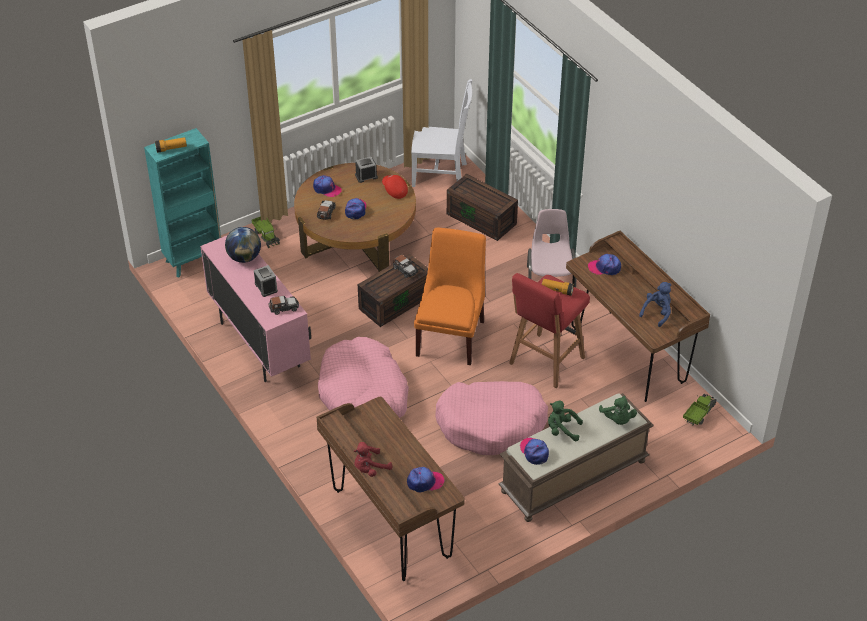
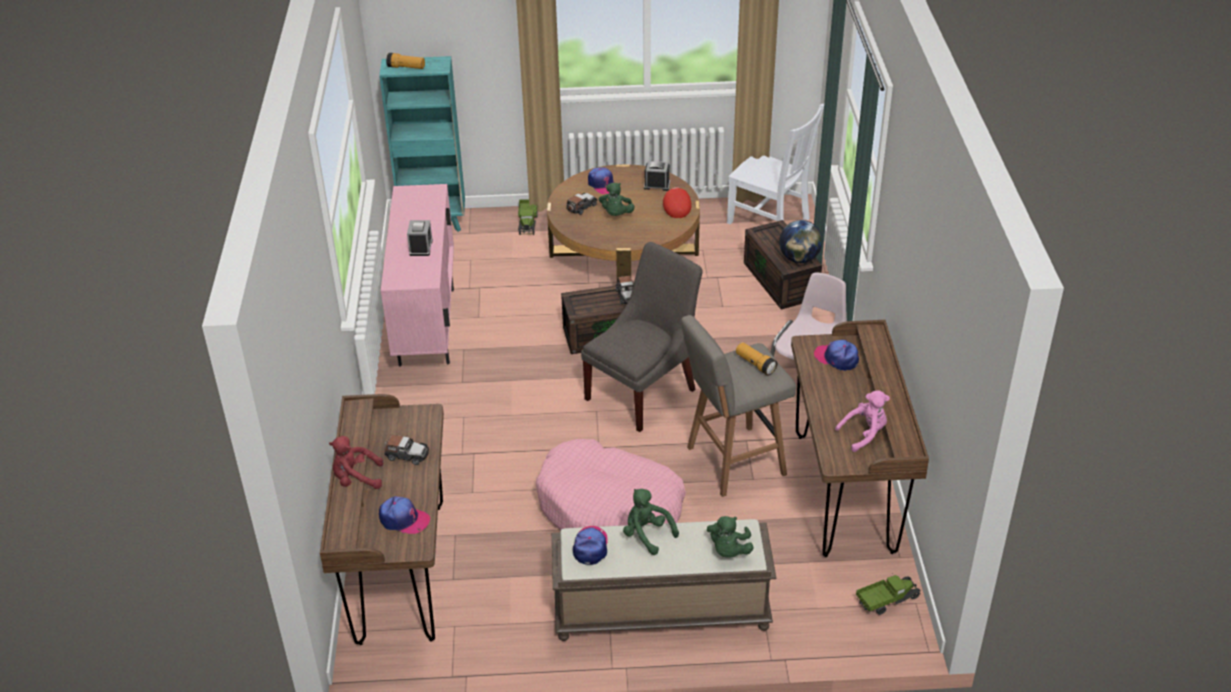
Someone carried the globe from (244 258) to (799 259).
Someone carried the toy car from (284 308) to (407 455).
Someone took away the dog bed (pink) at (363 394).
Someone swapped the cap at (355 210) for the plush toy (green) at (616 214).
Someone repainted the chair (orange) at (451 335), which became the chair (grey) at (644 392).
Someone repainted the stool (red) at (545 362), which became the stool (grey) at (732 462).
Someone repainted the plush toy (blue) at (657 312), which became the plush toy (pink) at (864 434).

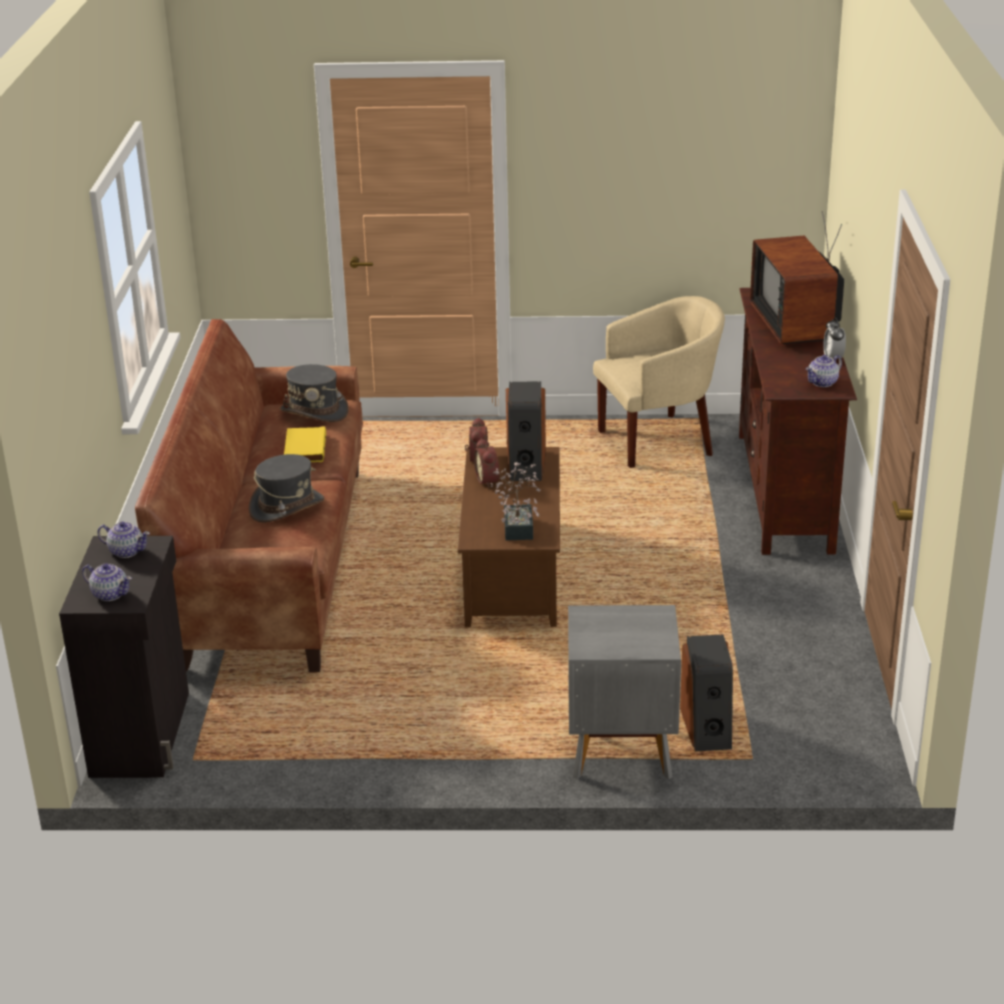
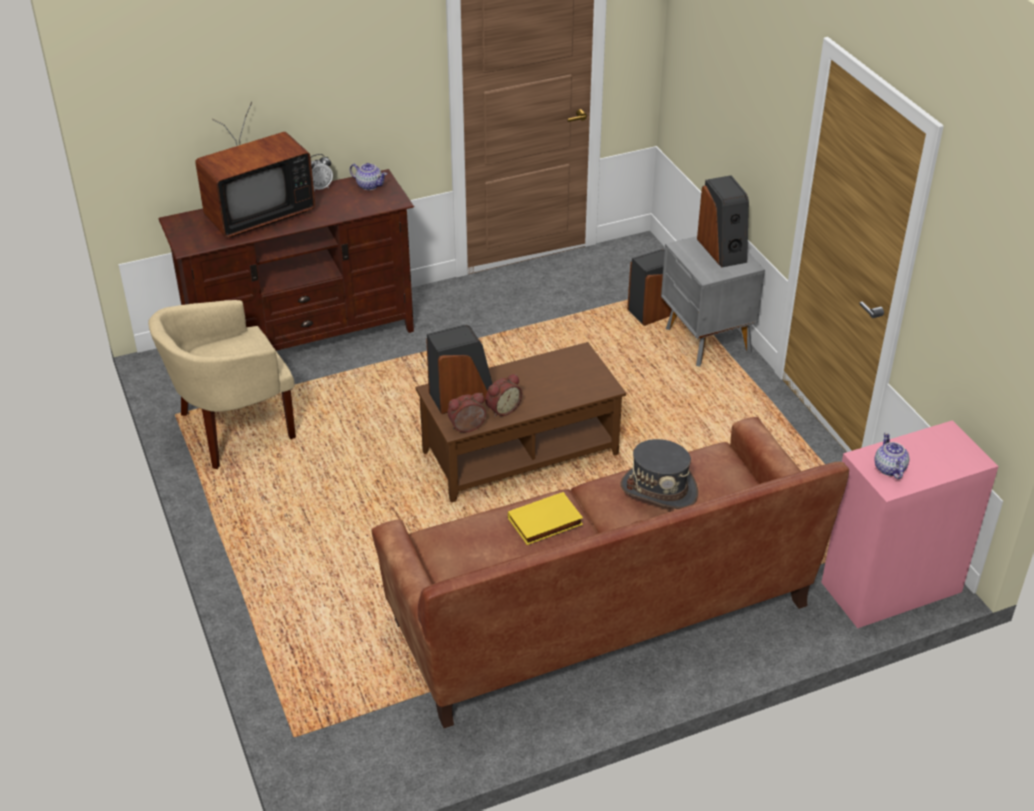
Someone repainted the cabinet (black) at (143 733), which became the cabinet (pink) at (889 586).
Someone took away the teapot at (110 594).
Someone took away the hat (grey) at (314 411).
Someone took away the potted plant at (519 525).
Someone rotated the armchair (beige) at (659 441) by 75 degrees counterclockwise.
Someone put down the speaker at (723 250).

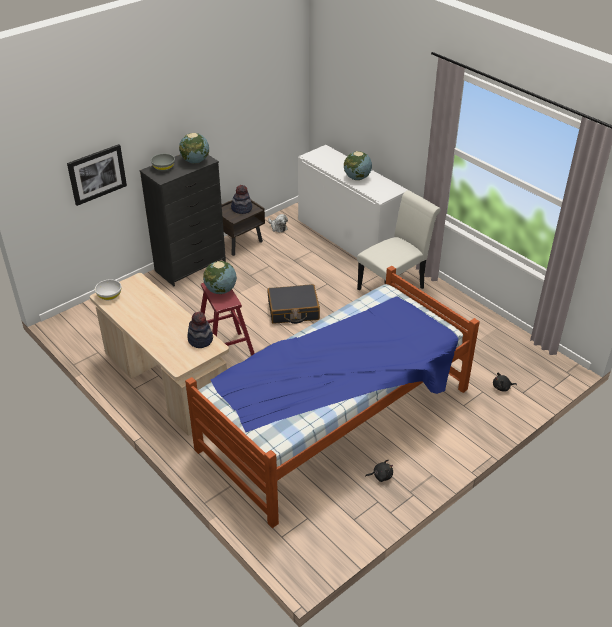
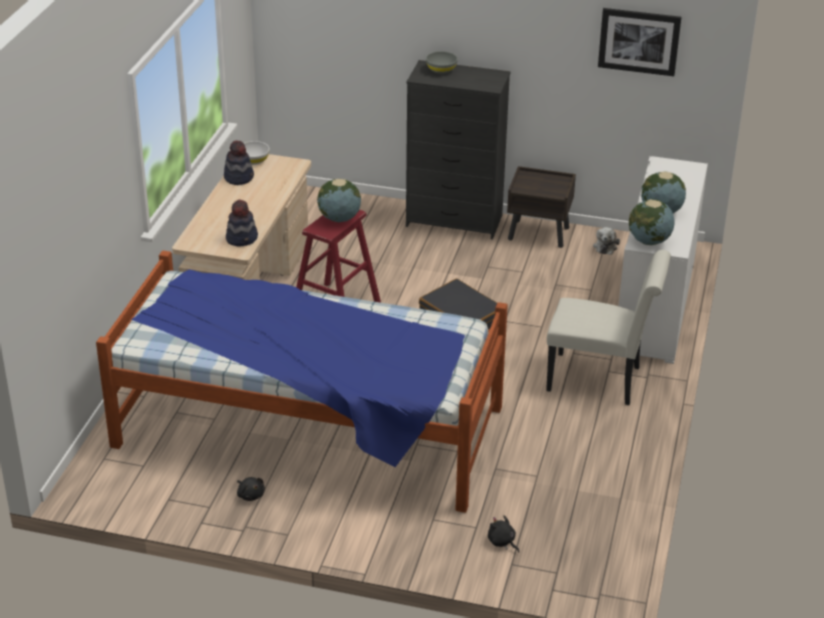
Someone carried the picture from (97 174) to (639 41).
Someone carried the globe from (195 161) to (649 241).
Someone carried the hat from (241 208) to (239 177).

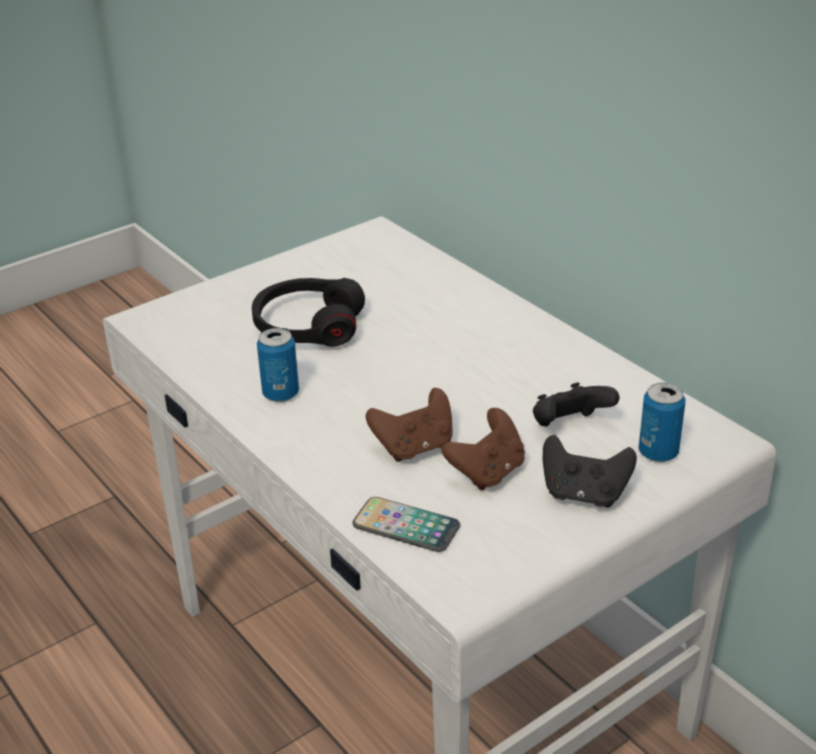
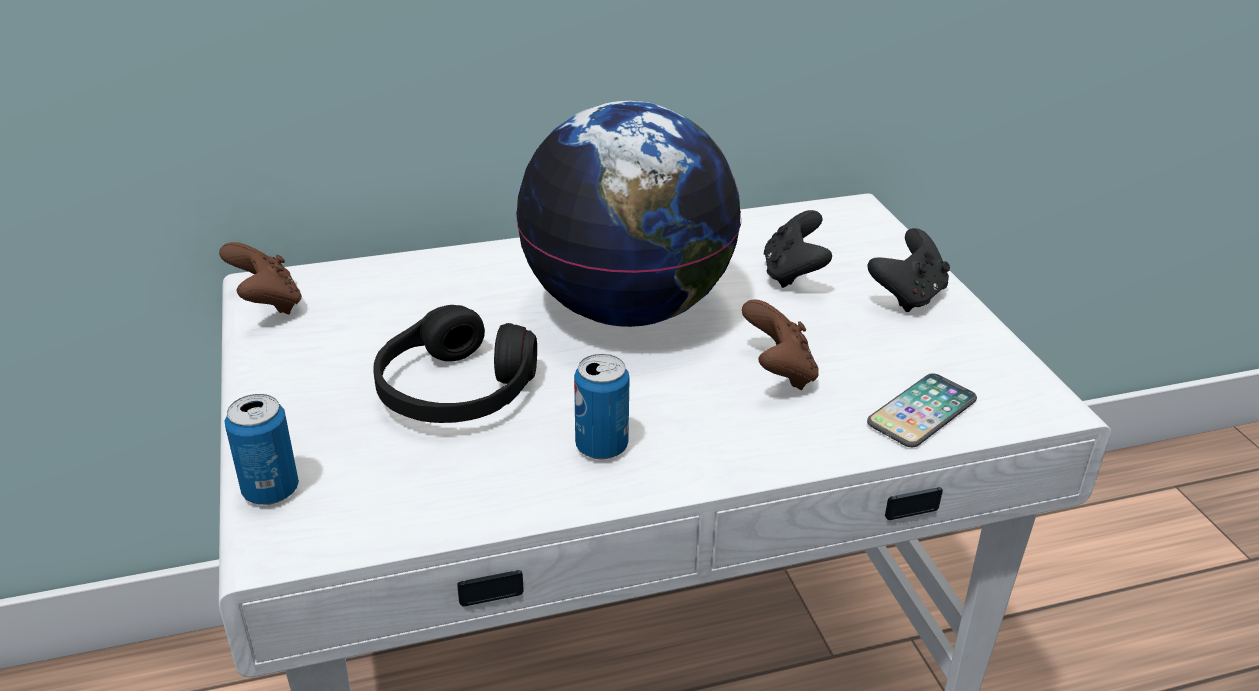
Someone carried the game controller (brown) from (487 472) to (267 304).
Someone carried the can from (658 452) to (271 490).
Someone put down the globe at (628 309).

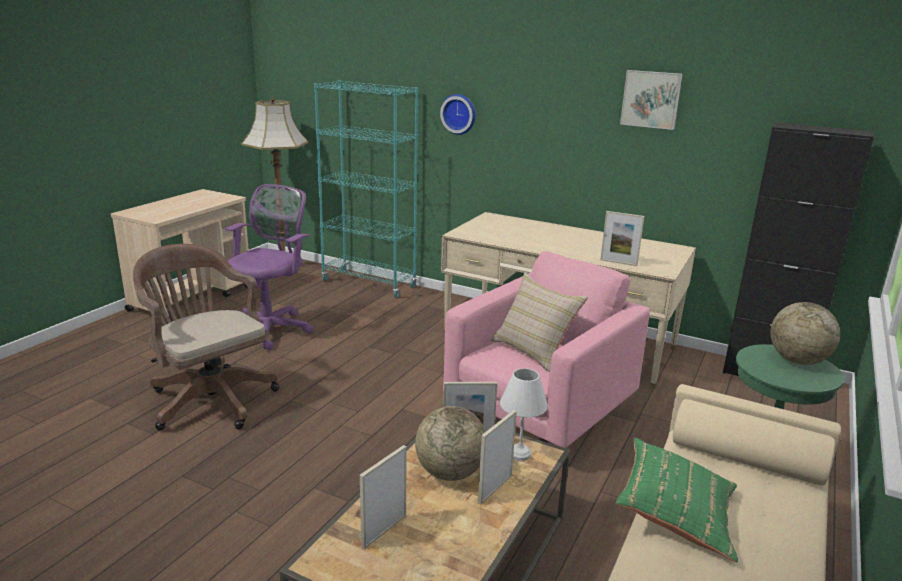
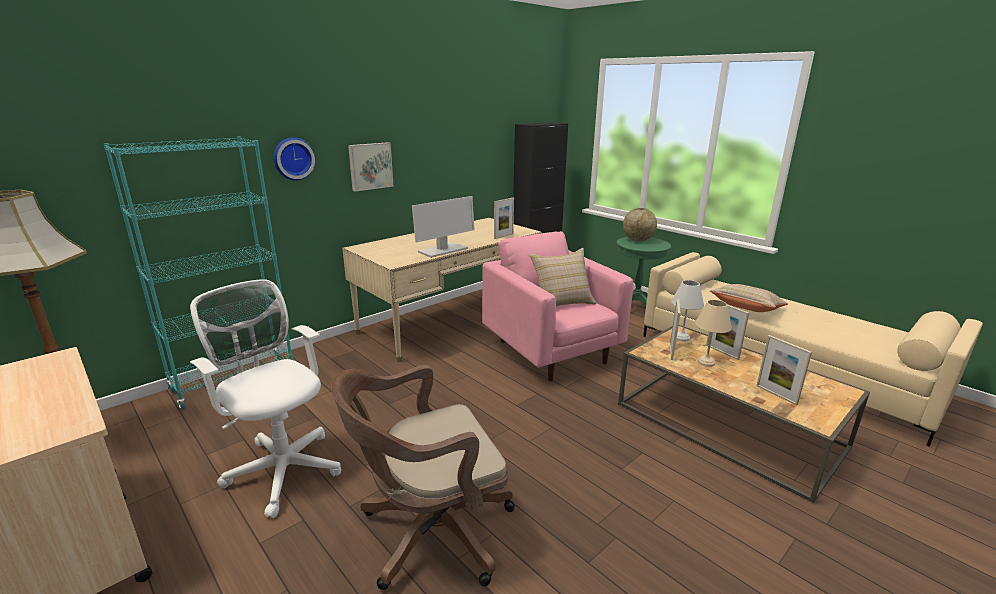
Someone repainted the office chair (purple) at (270 329), which became the office chair (white) at (282 467).
Someone swapped the globe at (450 472) for the table lamp (beige) at (705 362).
Someone repainted the pillow (green) at (675 514), which became the pillow (beige) at (746 309).
Someone carried the picture from (651 99) to (370 166).
Someone put down the monitor at (443 250).

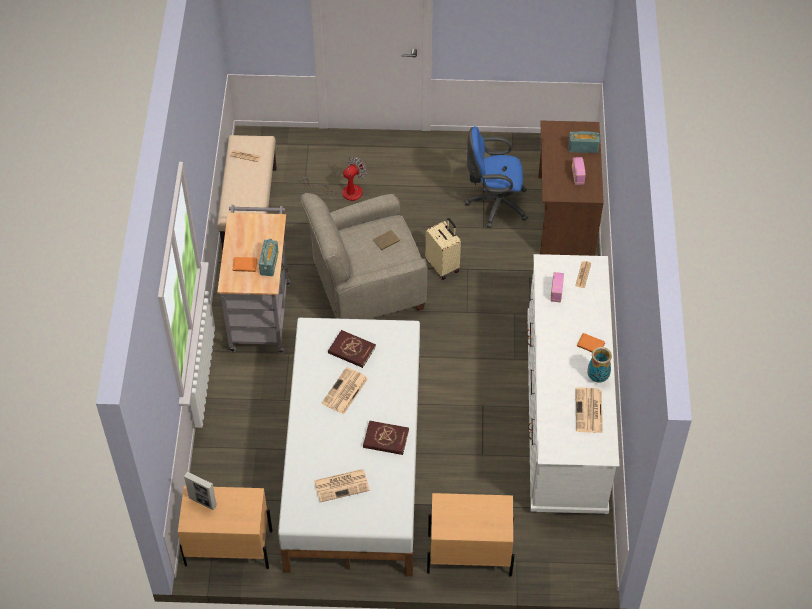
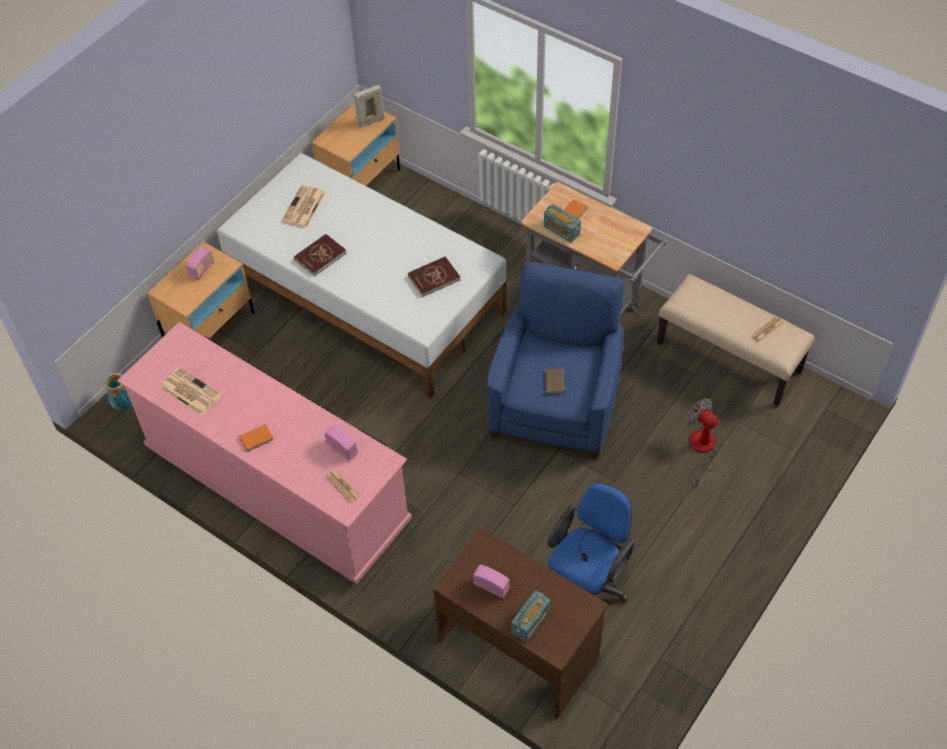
Someone repainted the armchair (beige) at (366 287), which became the armchair (blue) at (555 404).
Someone rotated the fan at (344 192) by 150 degrees clockwise.
Someone took away the newspaper at (345 392).
Someone took away the suitcase (beige) at (443 266).
Someone repainted the dresser (white) at (564 412), which became the dresser (pink) at (277 485).
Someone carried the vase from (598 377) to (123 405).
Someone put down the radio at (202 269).

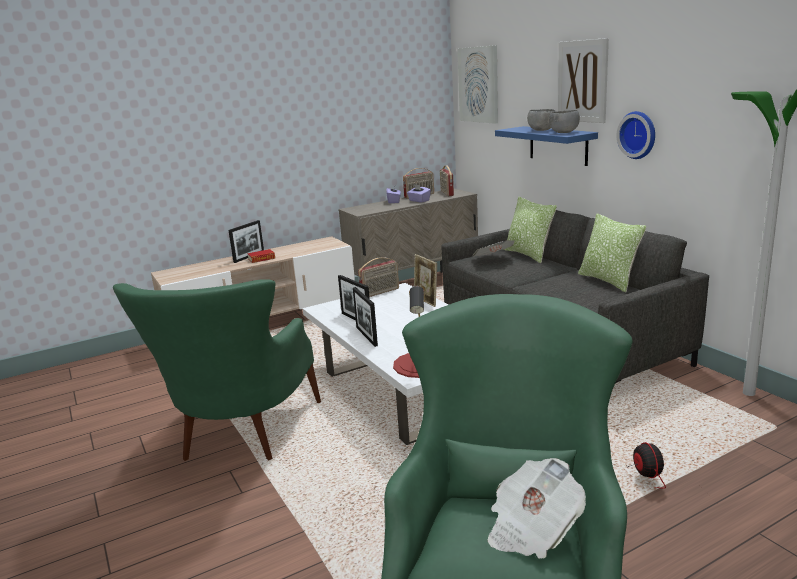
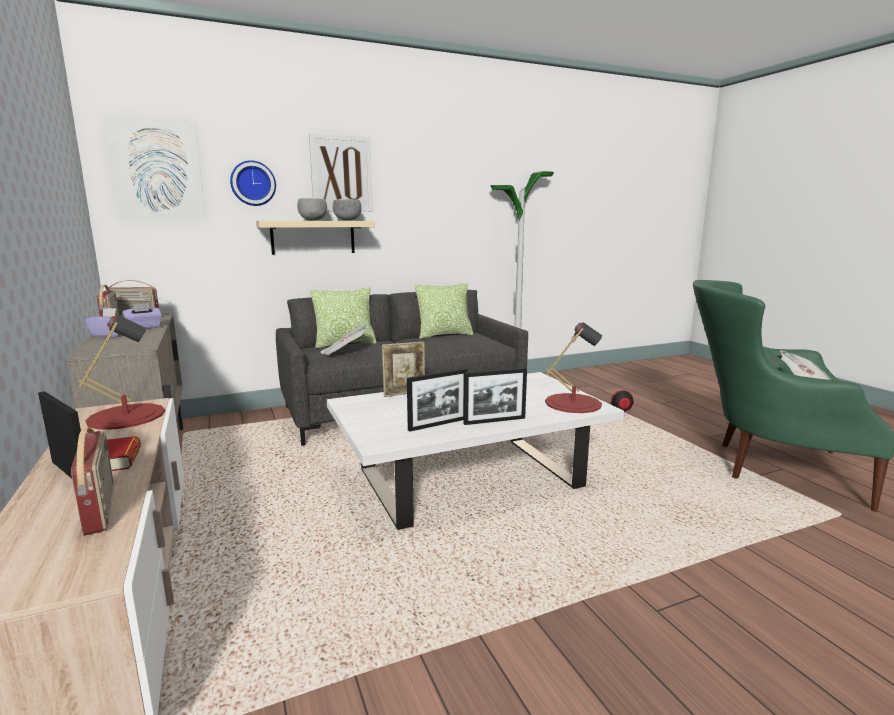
Someone took away the armchair (green) at (239 440).
Someone carried the radio from (380 292) to (101 510).
Someone repainted the shelf (blue) at (558 145), which became the shelf (beige) at (313 237).
Someone carried the wall clock from (639 134) to (253 183).
Someone put down the table lamp (red) at (126 416).

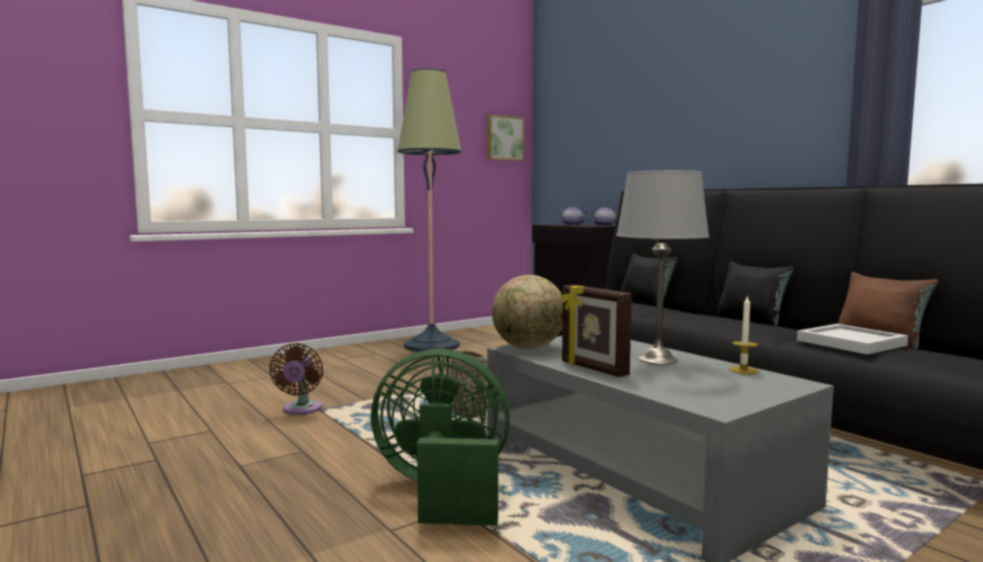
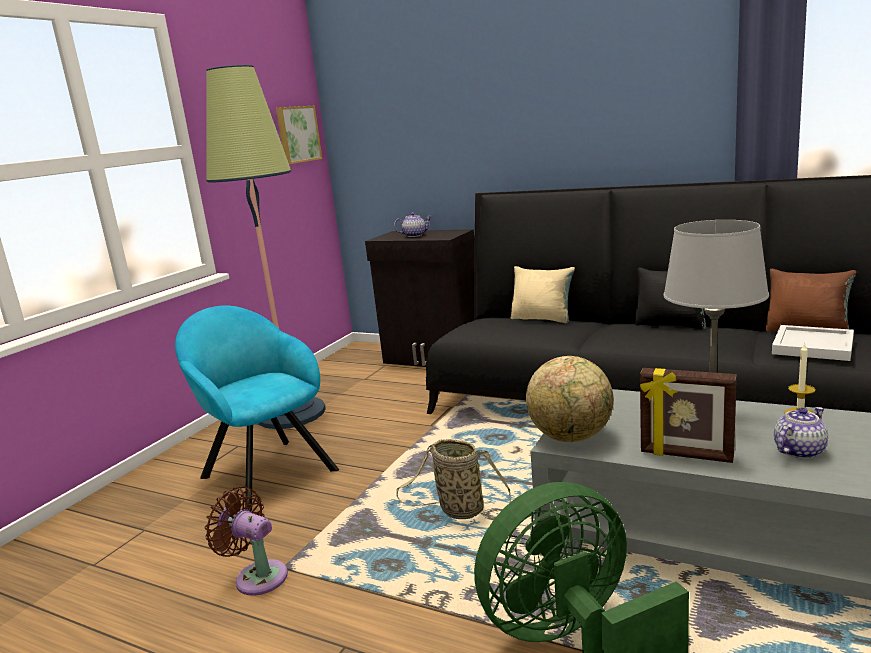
Someone rotated the fan (brown) at (301 410) by 150 degrees clockwise.
Someone carried the teapot from (604 225) to (798 450).
Someone repainted the pillow (black) at (645 303), which became the pillow (beige) at (542 319).
Someone put down the armchair (turquoise) at (265 471).

